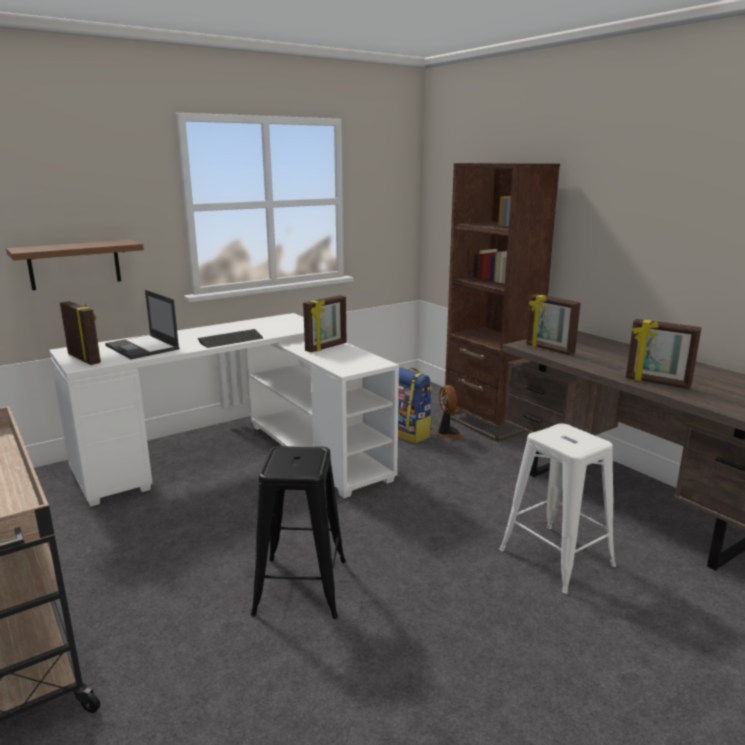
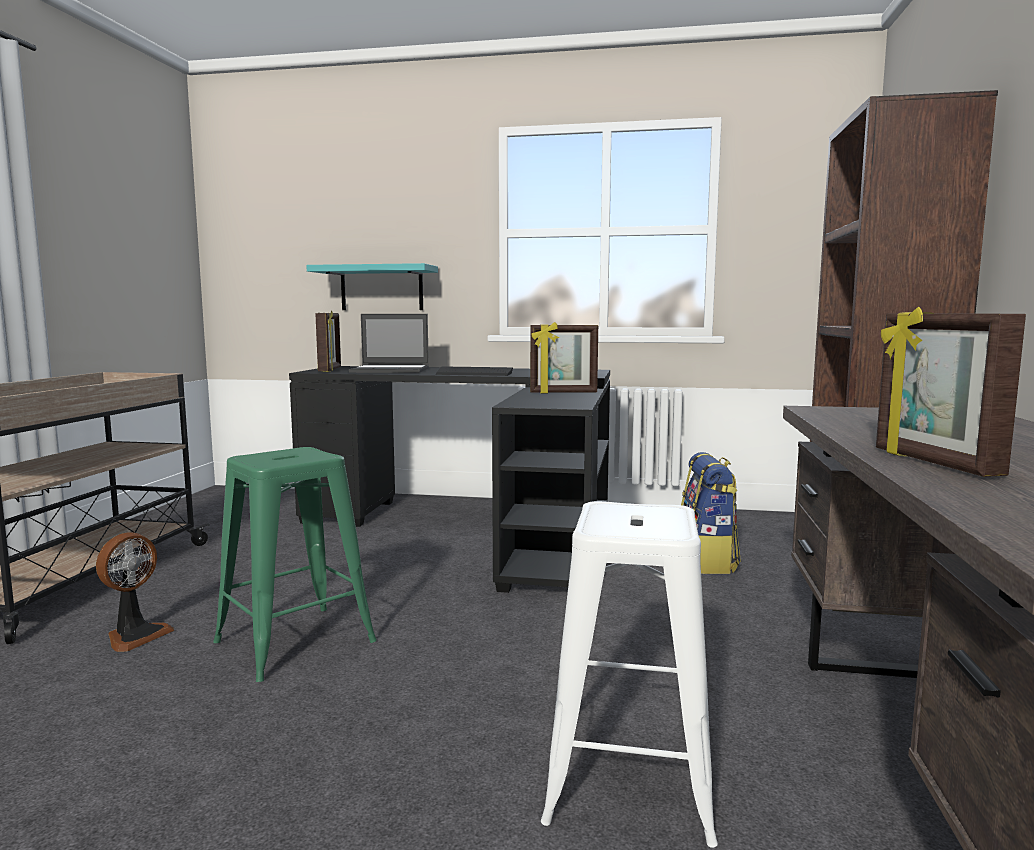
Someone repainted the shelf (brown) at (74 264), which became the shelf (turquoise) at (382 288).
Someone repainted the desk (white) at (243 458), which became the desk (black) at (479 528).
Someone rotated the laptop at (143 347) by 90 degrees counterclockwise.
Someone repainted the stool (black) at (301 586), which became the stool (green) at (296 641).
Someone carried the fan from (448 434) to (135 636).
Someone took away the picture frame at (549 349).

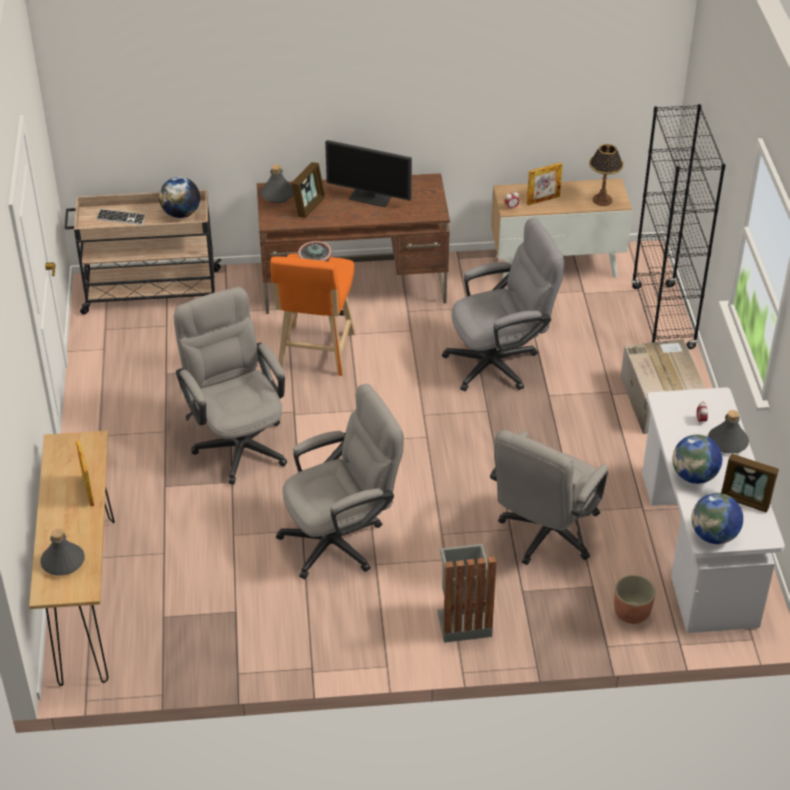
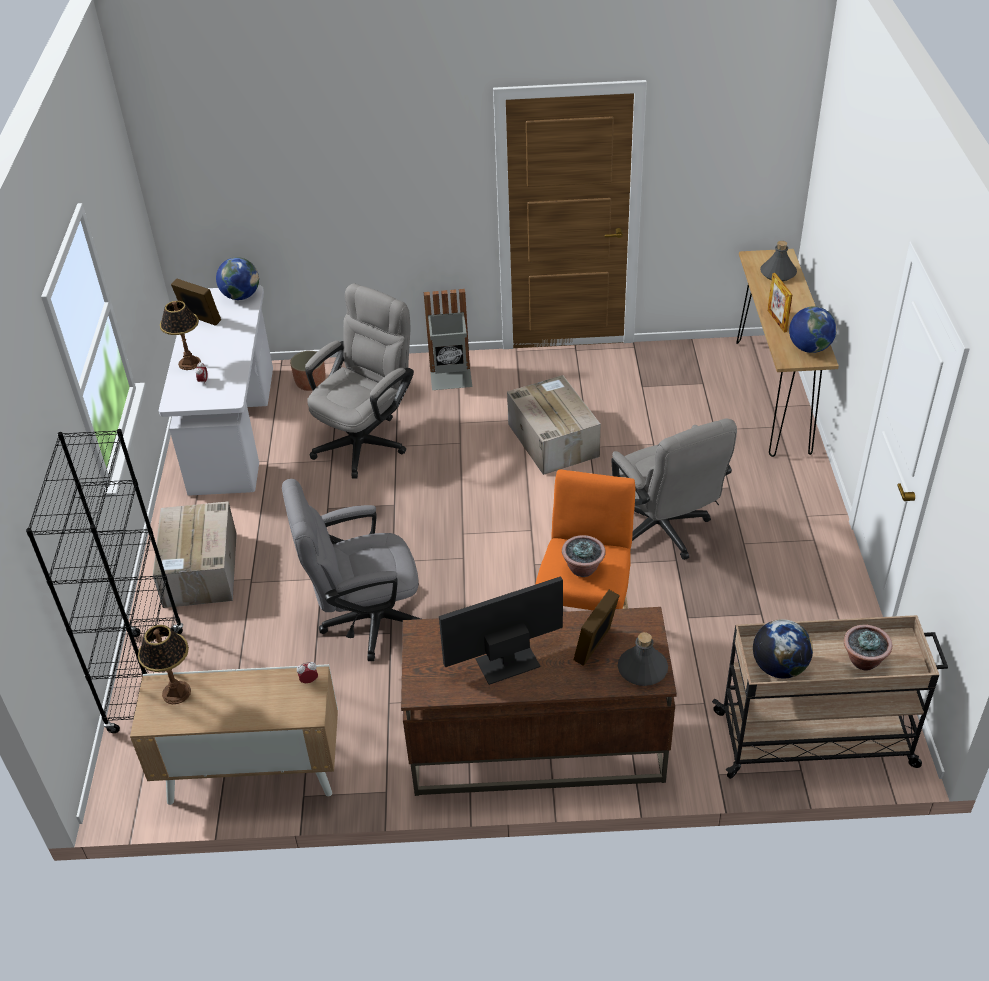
Someone swapped the keyboard at (121 218) for the potted plant at (863 660).
Someone swapped the office chair (grey) at (342 539) for the cardboard box at (552 439).
Someone rotated the monitor at (371 196) by 45 degrees counterclockwise.
Someone took away the picture frame at (543 200).
Someone carried the globe from (694 476) to (809 348).
Someone swapped the bottle (grey) at (727 442) for the table lamp at (189 363).

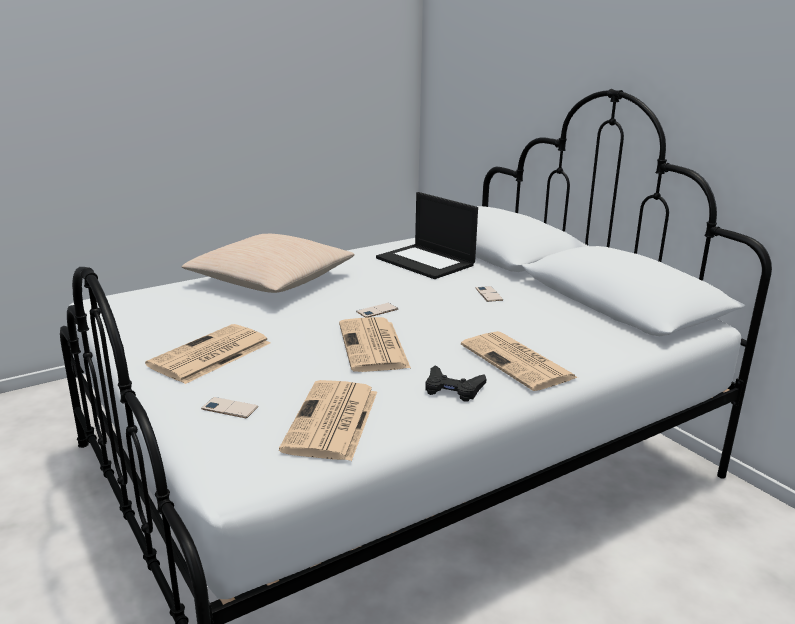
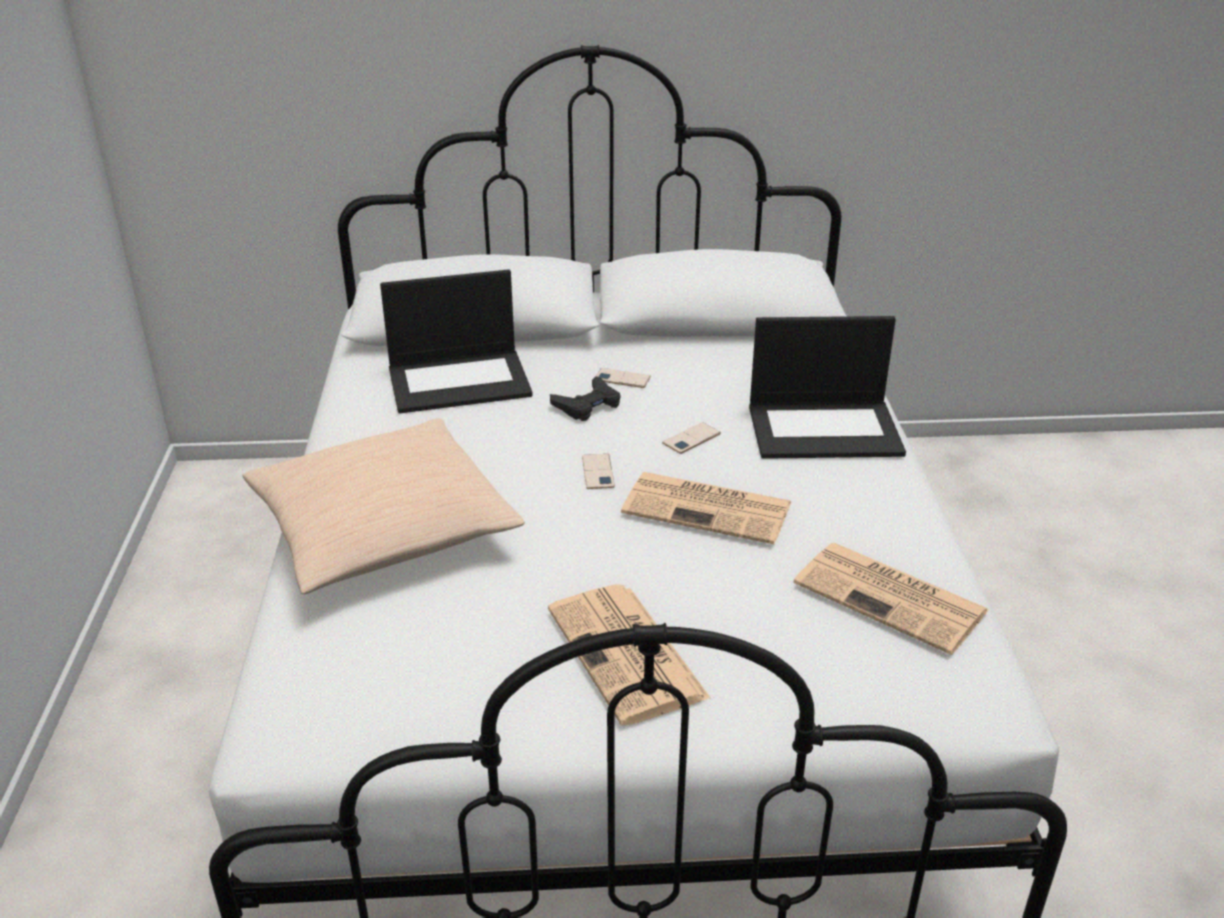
Someone carried the phone from (229 408) to (691 438).
Someone carried the game controller (black) from (453 389) to (587 405).
Someone swapped the newspaper at (519 362) for the laptop at (825 429).

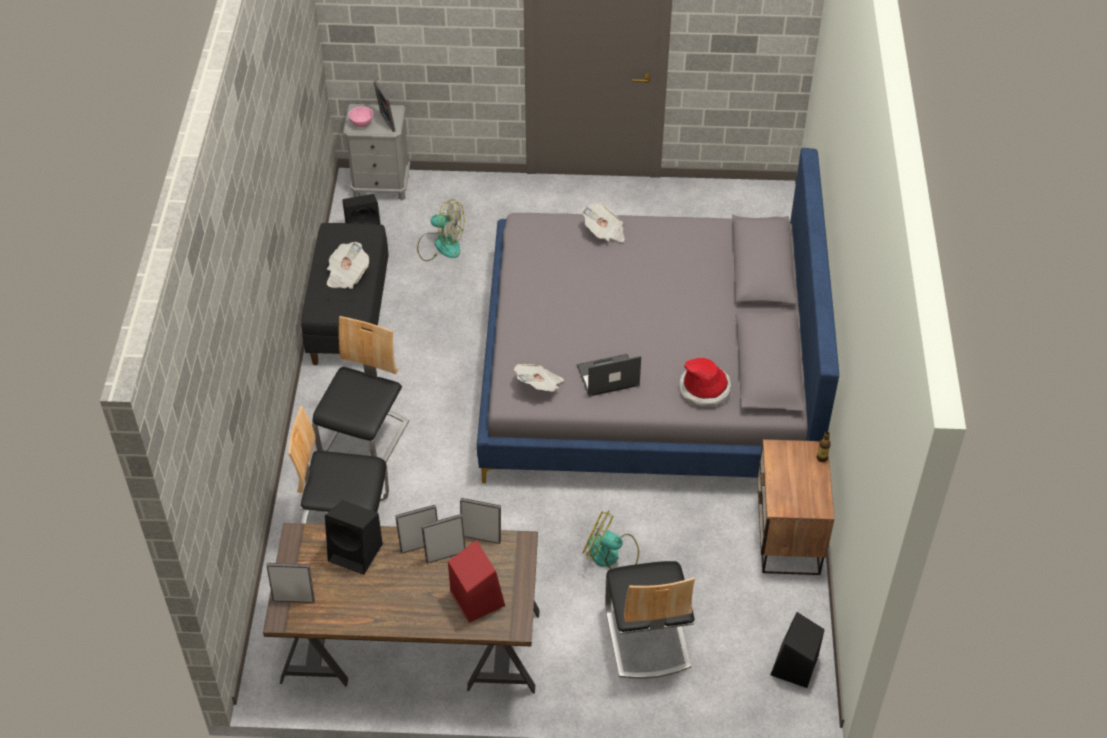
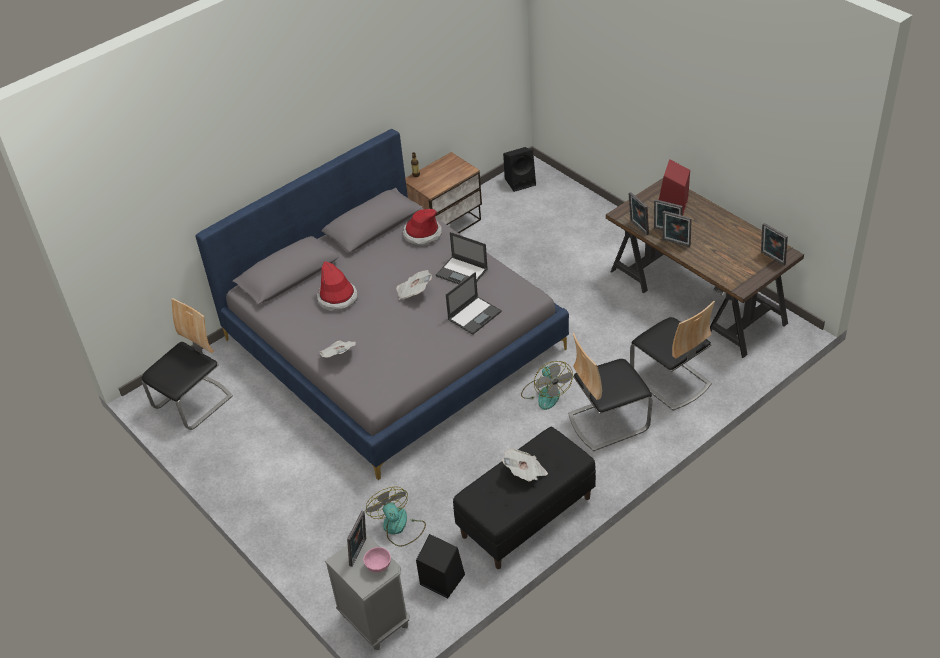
Someone took away the speaker (black) at (357 552).
Someone carried the newspaper from (539 385) to (414 292).
Someone carried the fan from (611 555) to (545 393).
Someone carried the chair from (646 637) to (194 403).
Someone put down the hat at (338 298).
Someone put down the laptop at (475 315).

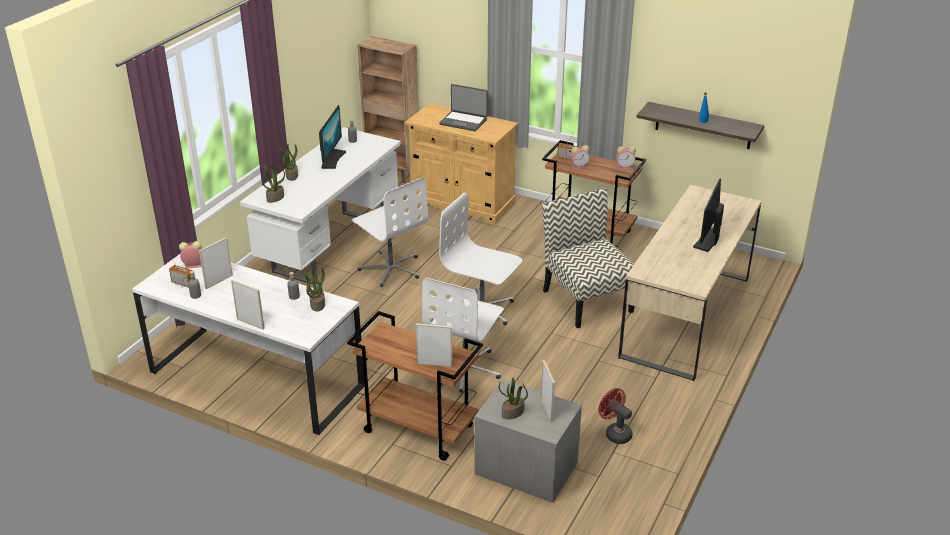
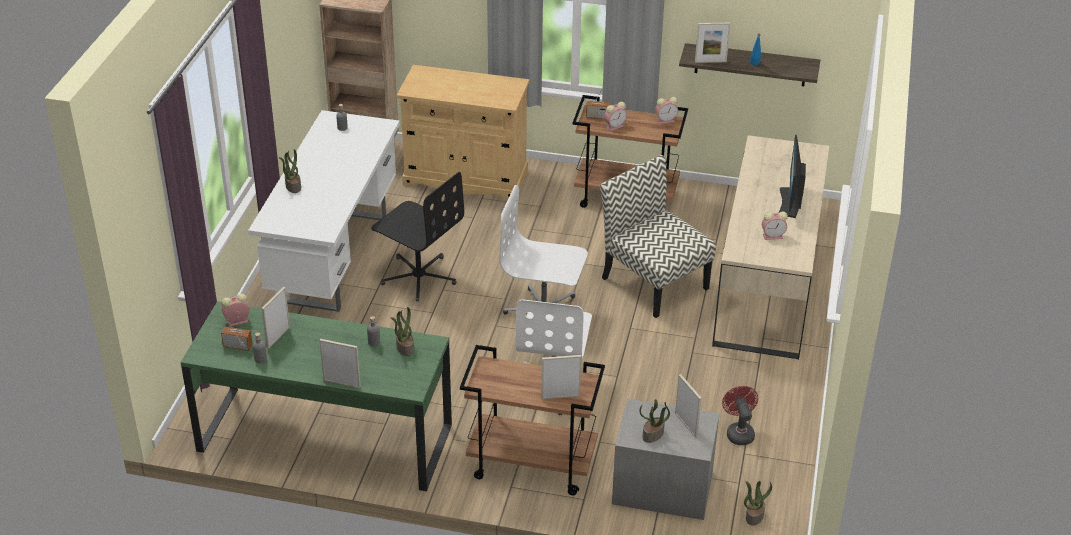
Someone repainted the desk (white) at (256 379), which became the desk (green) at (325 438).
Someone carried the potted plant from (275 198) to (754 515).
Someone took away the monitor at (332 159).
Someone repainted the office chair (white) at (391 268), which became the office chair (black) at (419 276).
Someone took away the laptop at (463 121).
Someone rotated the fan (red) at (615 433) by 45 degrees clockwise.
Someone put down the picture frame at (710 62).
Someone put down the alarm clock at (773 236).

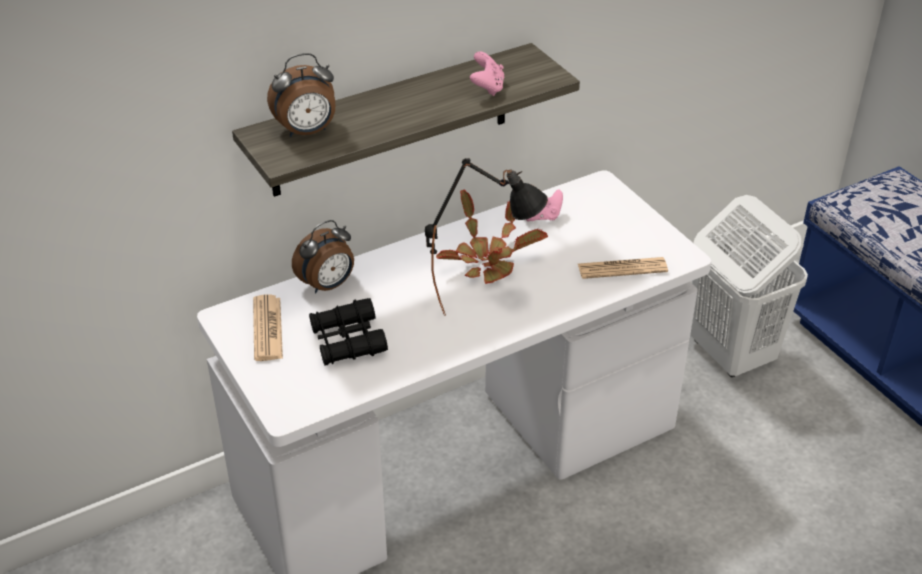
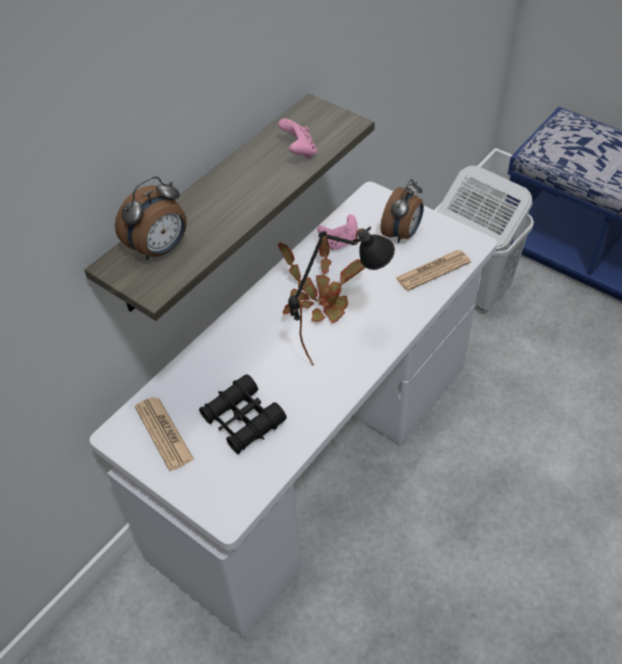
Someone carried the alarm clock from (328 285) to (402 234).

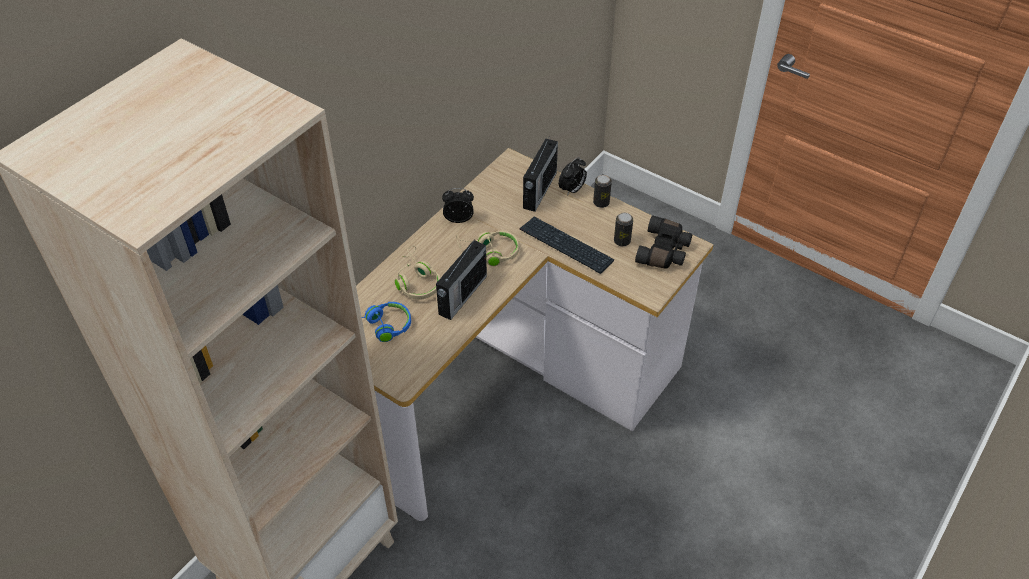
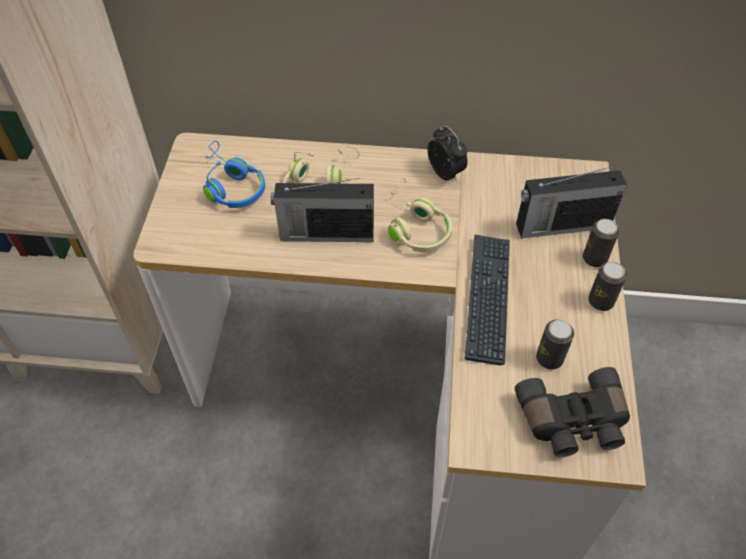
Someone swapped the alarm clock at (572 190) for the can at (594 258).

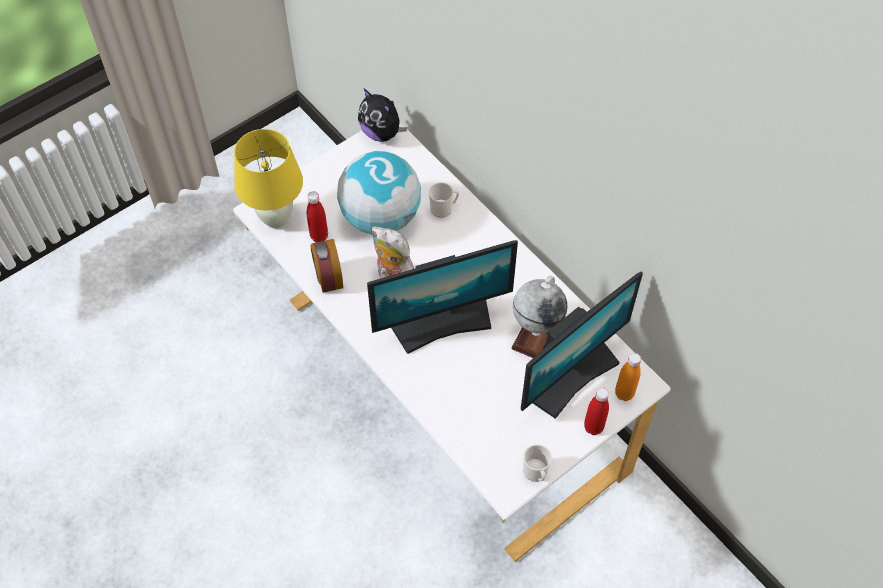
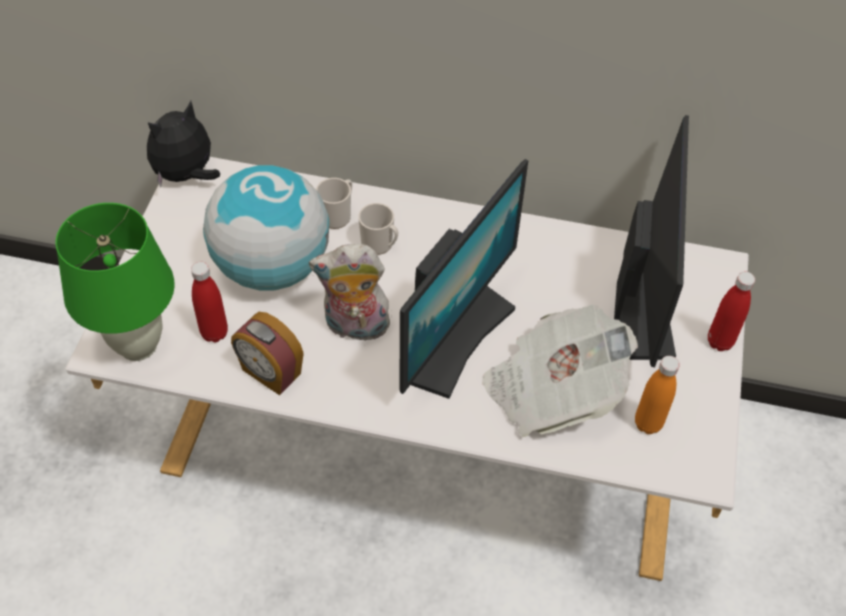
Someone repainted the table lamp (yellow) at (276 219), which became the table lamp (green) at (138 346).
Someone rotated the plush toy at (382 132) by 135 degrees clockwise.
Someone took away the globe at (536 335).
Someone carried the mug from (536 473) to (380 245).
Someone carried the bottle (orange) from (624 393) to (648 423).
Someone put down the newspaper at (552 390).

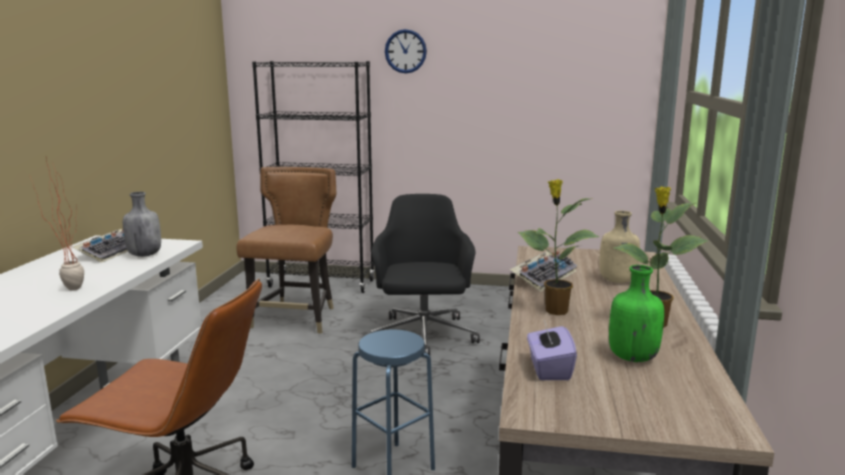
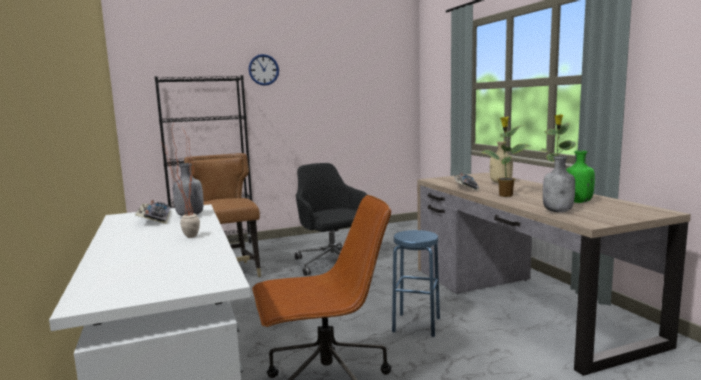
Someone swapped the tissue box (purple) at (549 369) for the bottle (grey) at (558 211).

